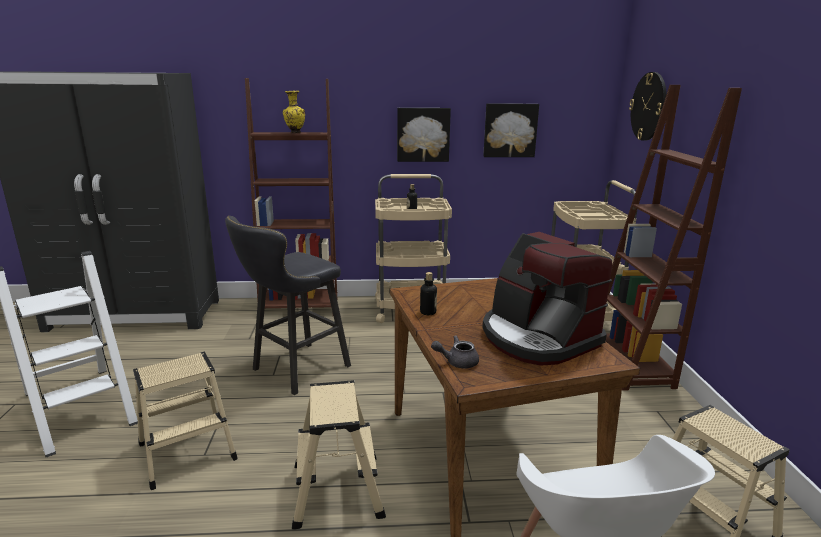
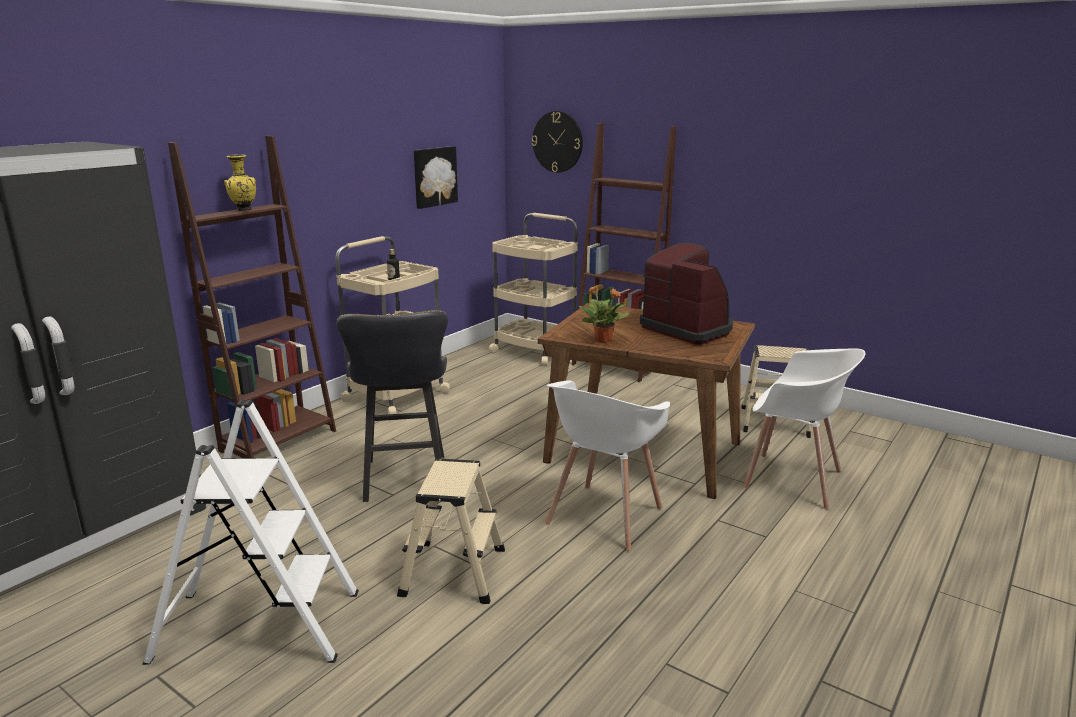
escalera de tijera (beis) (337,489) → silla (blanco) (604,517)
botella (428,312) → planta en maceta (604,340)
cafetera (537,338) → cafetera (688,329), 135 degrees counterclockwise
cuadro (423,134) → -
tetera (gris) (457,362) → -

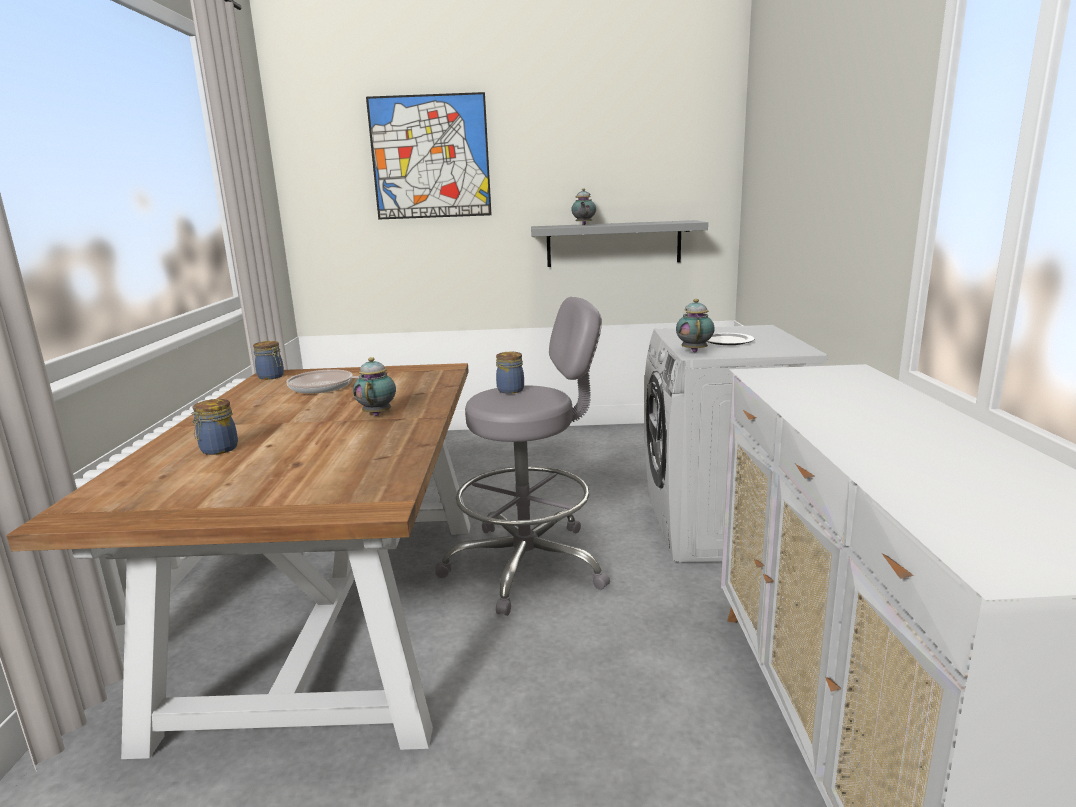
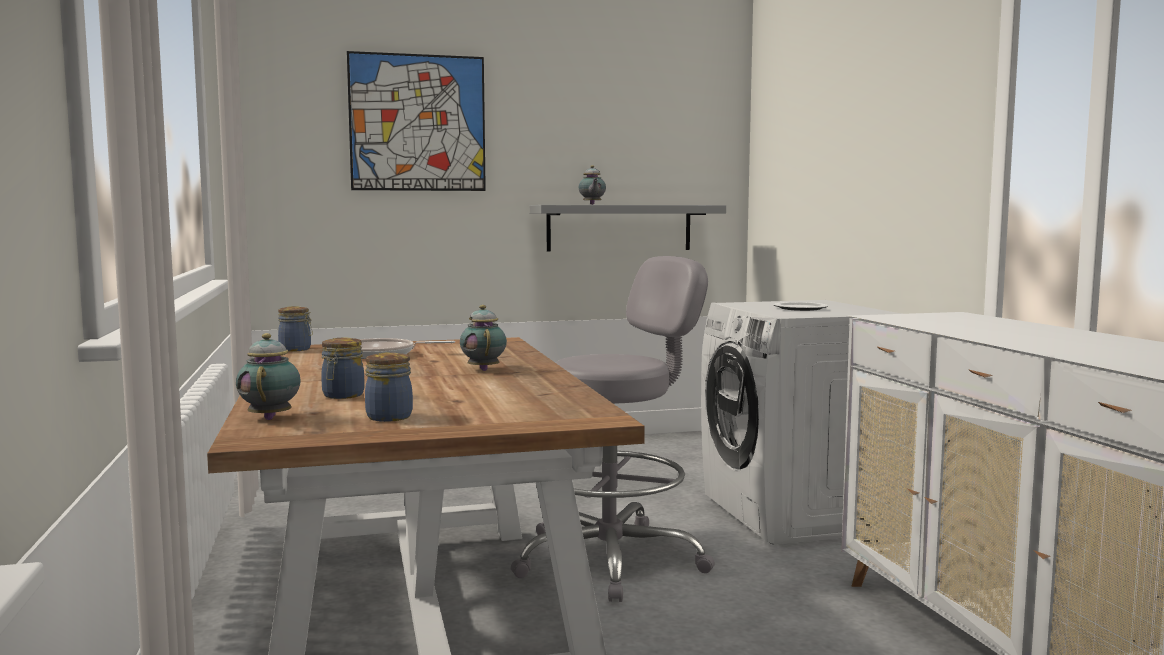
tetera (694,350) → tetera (271,417), move
tarro (511,390) → tarro (391,416), move

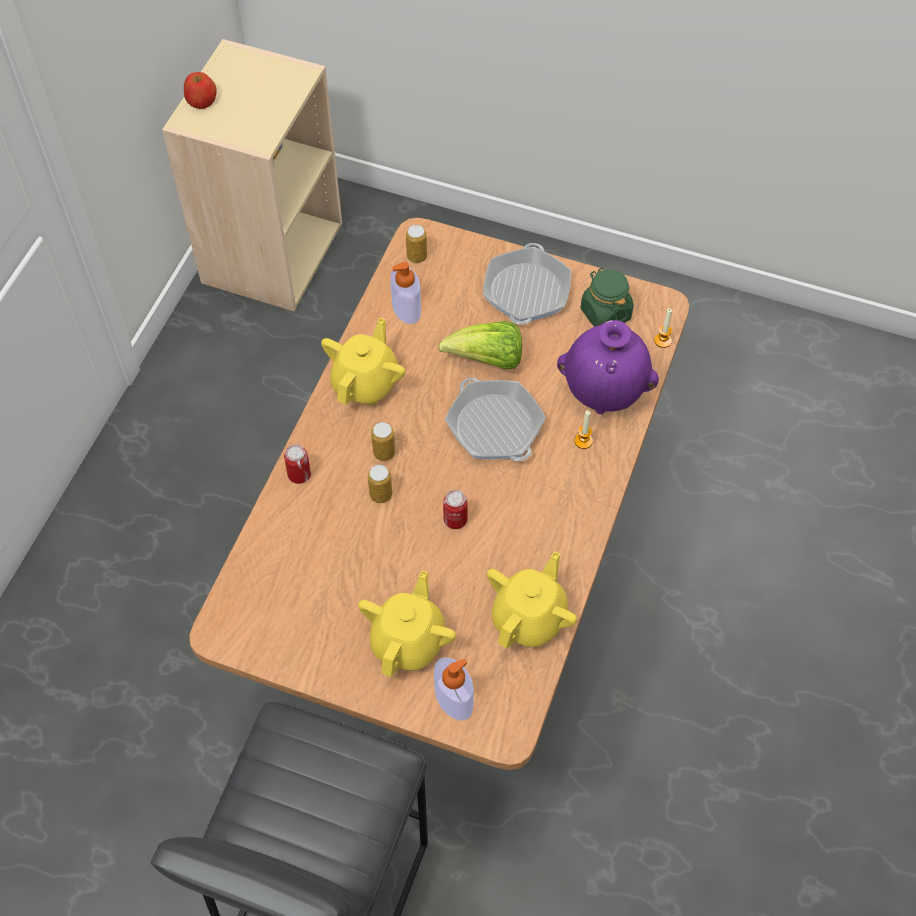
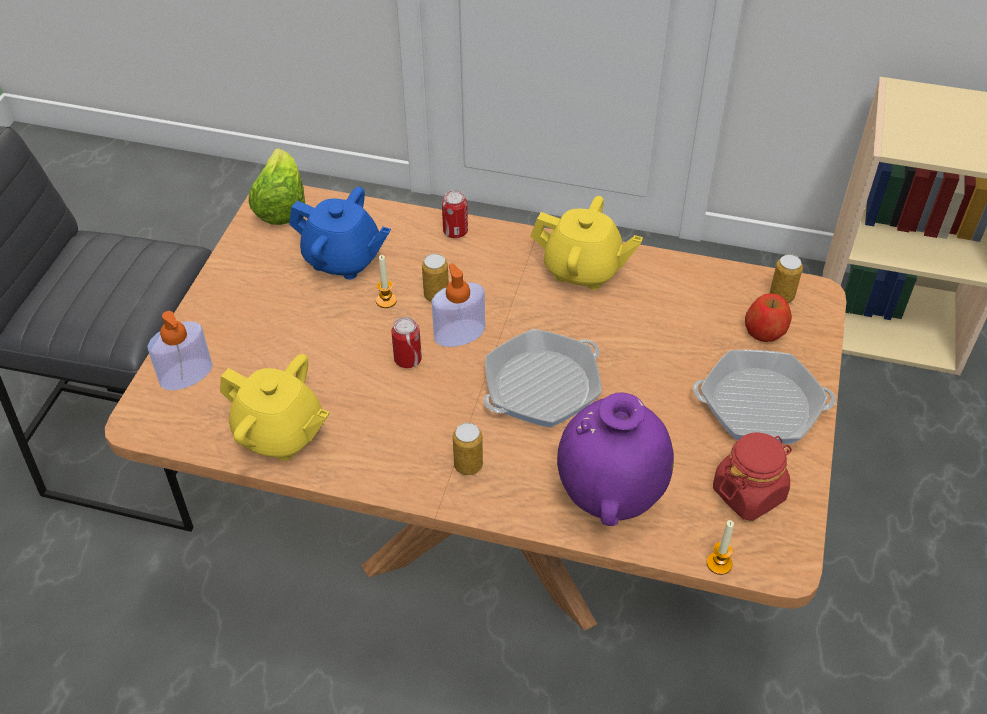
lechuga (487,360) → lechuga (281,206), move
- → tetera (azul) (343,259)
vela (583,441) → vela (386,300), move
dispensador de jabón (406,308) → dispensador de jabón (459,333), move
lata (384,452) → lata (468,465), move
tarro (verde) (605,313) → tarro (rojo) (748,493)
manzana (201,100) → manzana (765,331), move
tetera (amarillo) (408,641) → -

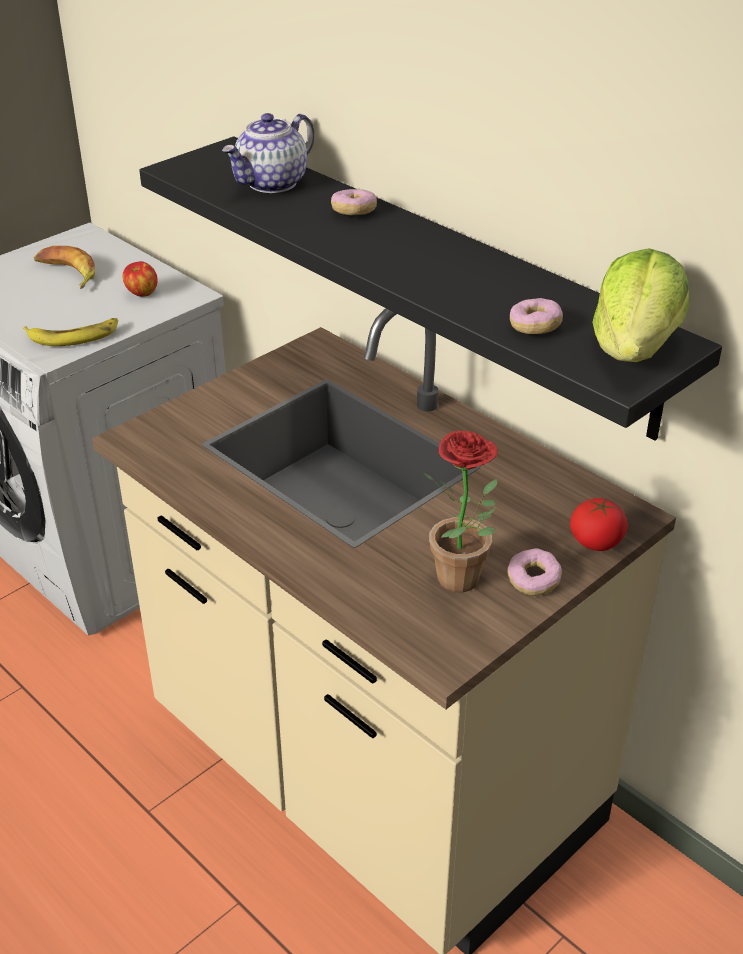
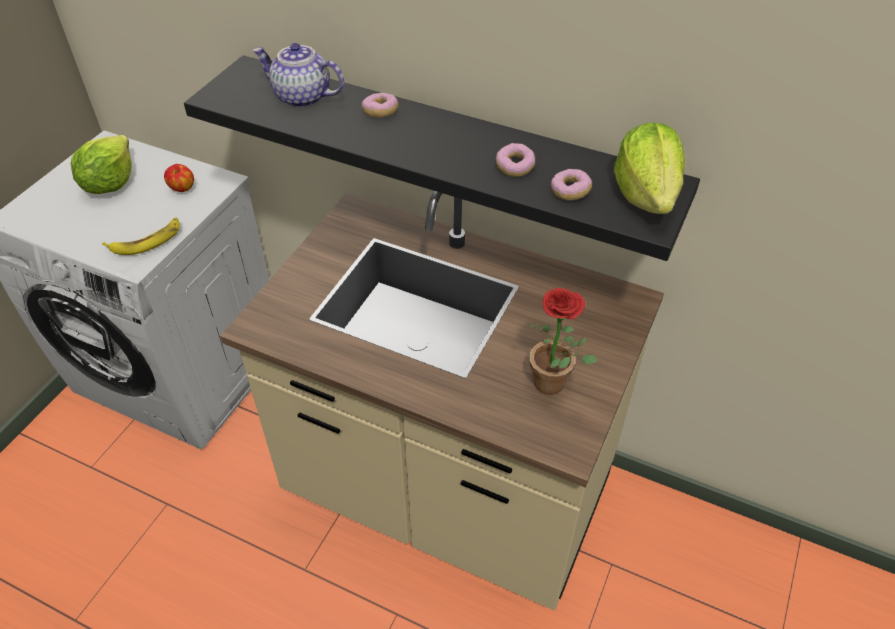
plátano (66,273) → lechuga (110,183)
tetera (272,183) → tetera (301,97), 90 degrees clockwise
rosquilla (533,581) → rosquilla (514,167), move
tomate (595,542) → -

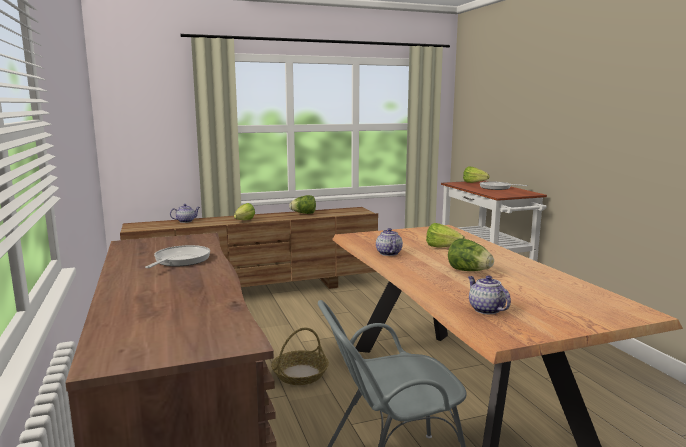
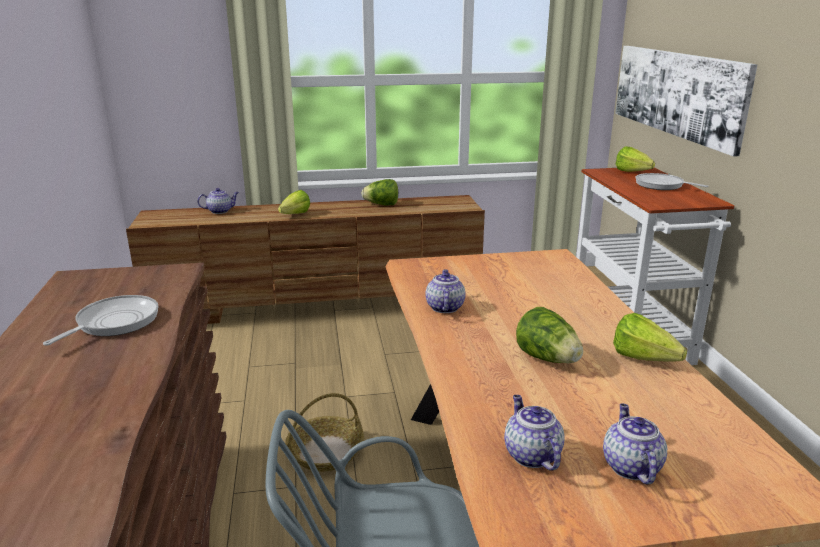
- → tetera (630,466)
lechuga (445,248) → lechuga (647,361), move
- → cuadro (676,93)

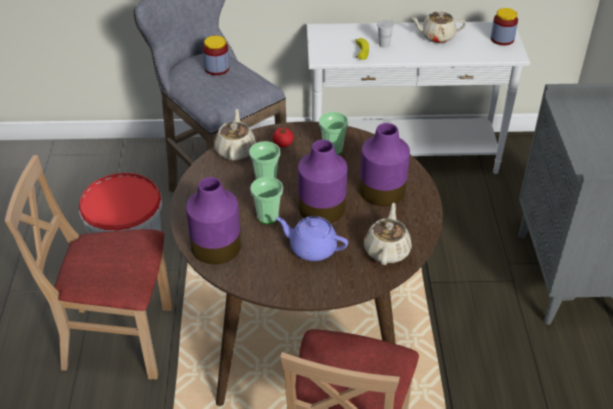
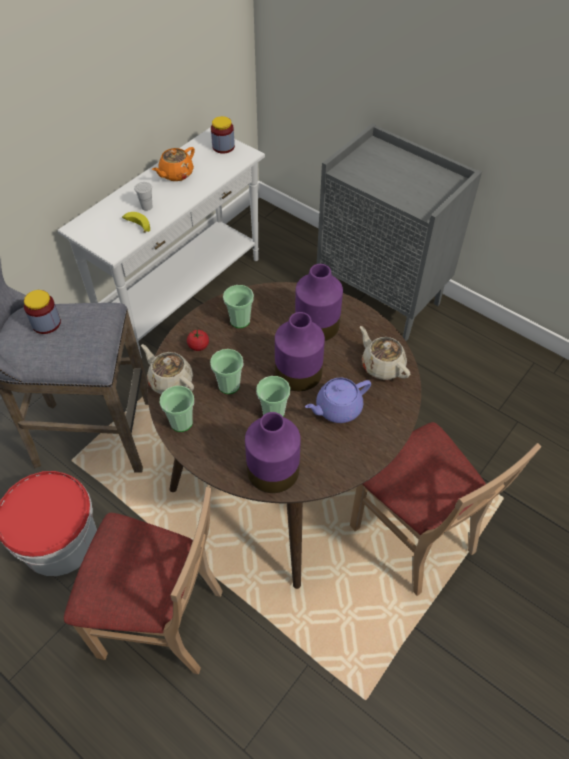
silla (beis) (118,339) → silla (beis) (161,620), 120 degrees counterclockwise
tetera (beis) (436,36) → tetera (naranja) (176,174)
- → taza (181,422)

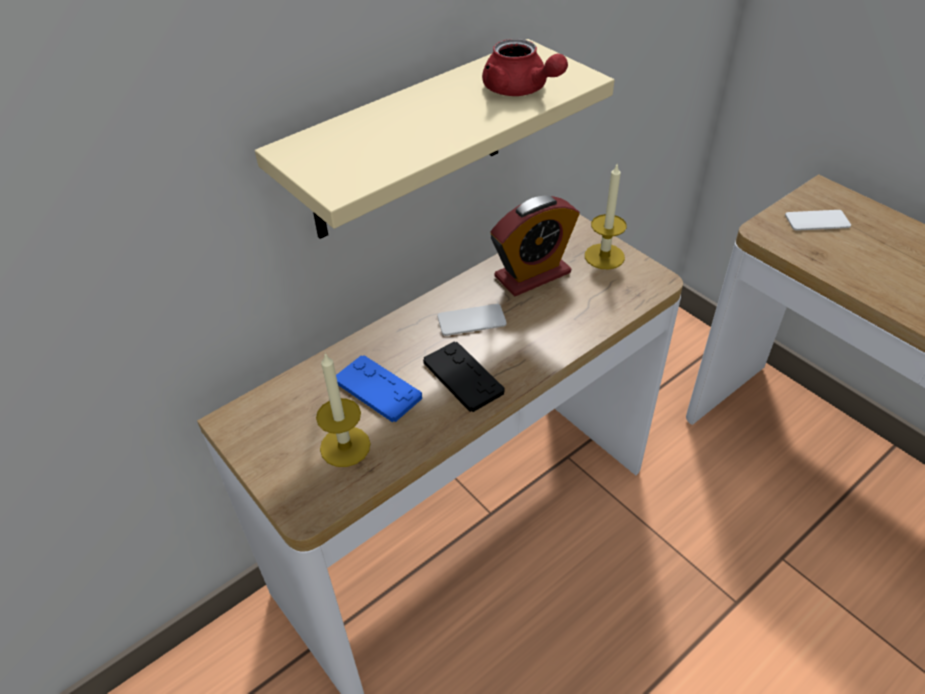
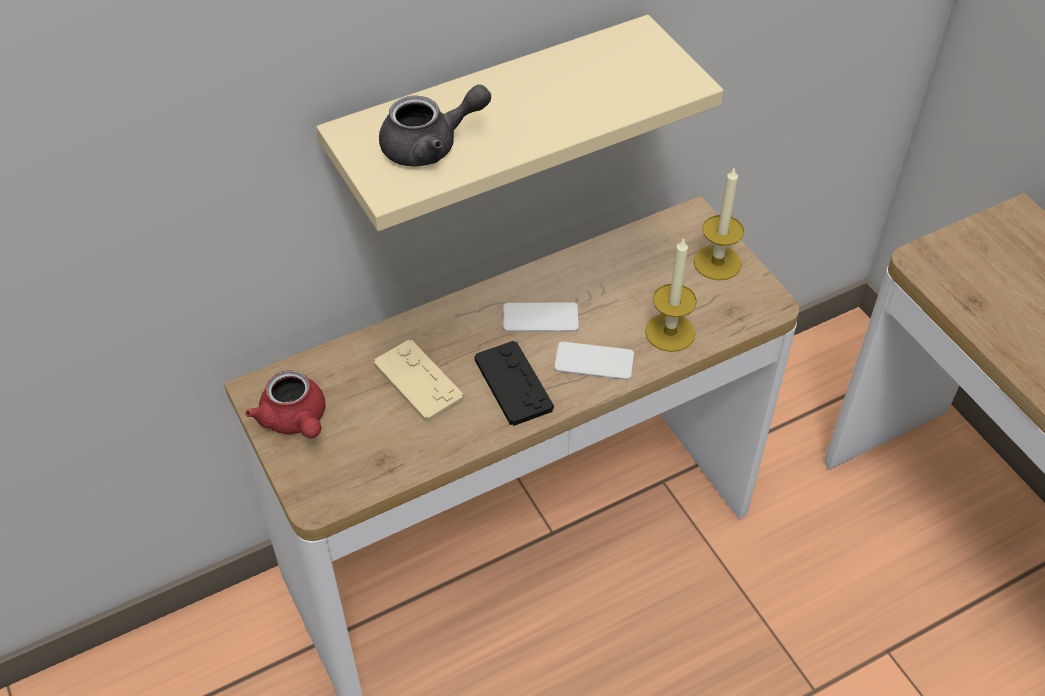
tetera (rojo) (520,90) → tetera (rojo) (295,420), move
mando de consola (azul) (378,389) → mando de consola (beis) (418,382)
- → tetera (gris) (430,146)
móvil (817,221) → móvil (594,362), move
vela (345,446) → vela (670,332), move
despertador (532,275) → -

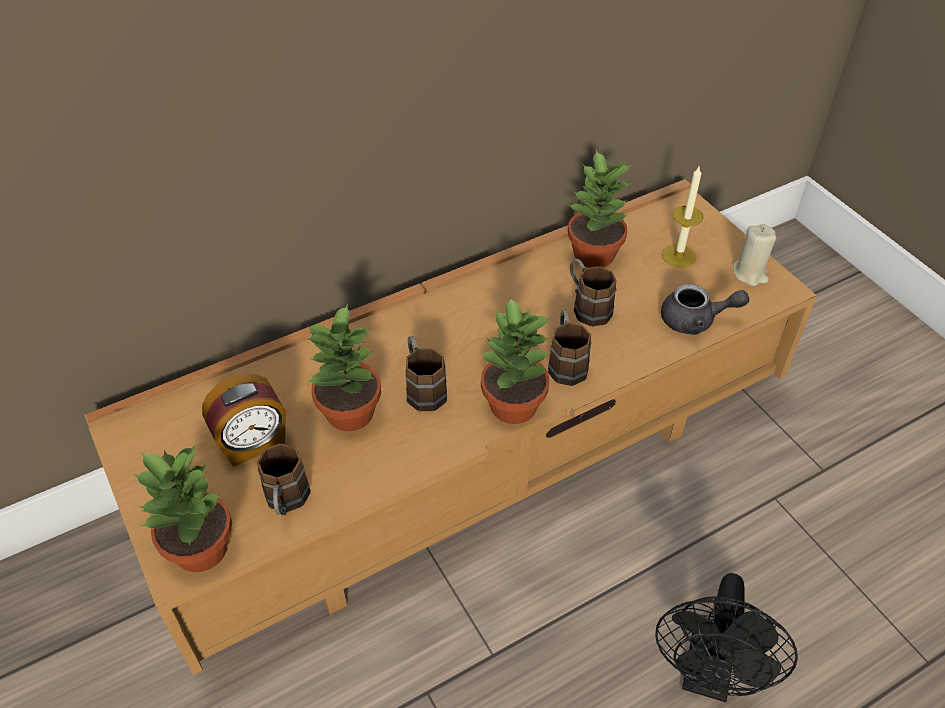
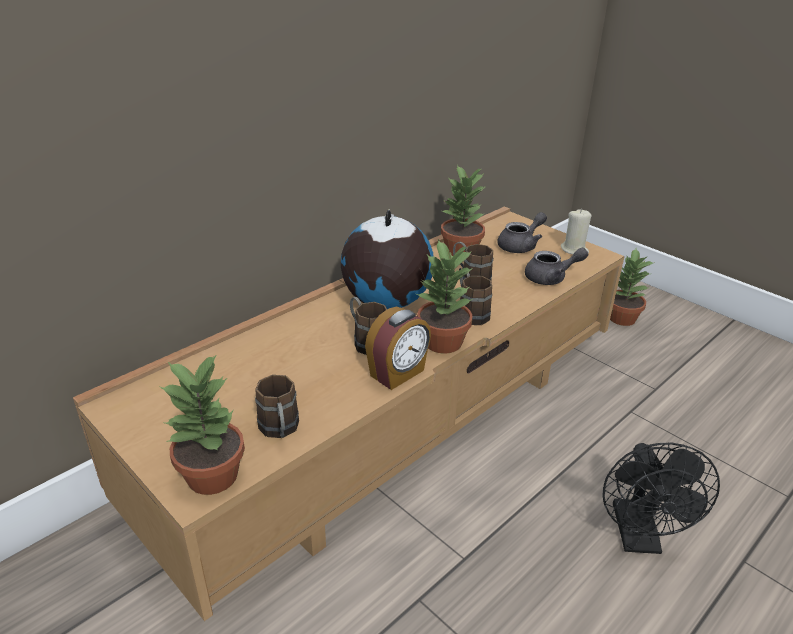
- → globo terráqueo (386,303)
despertador (253,444) → despertador (398,374), move
vela (678,256) → tetera (gris) (521,246)
planta en maceta (348,413) → planta en maceta (621,319), move

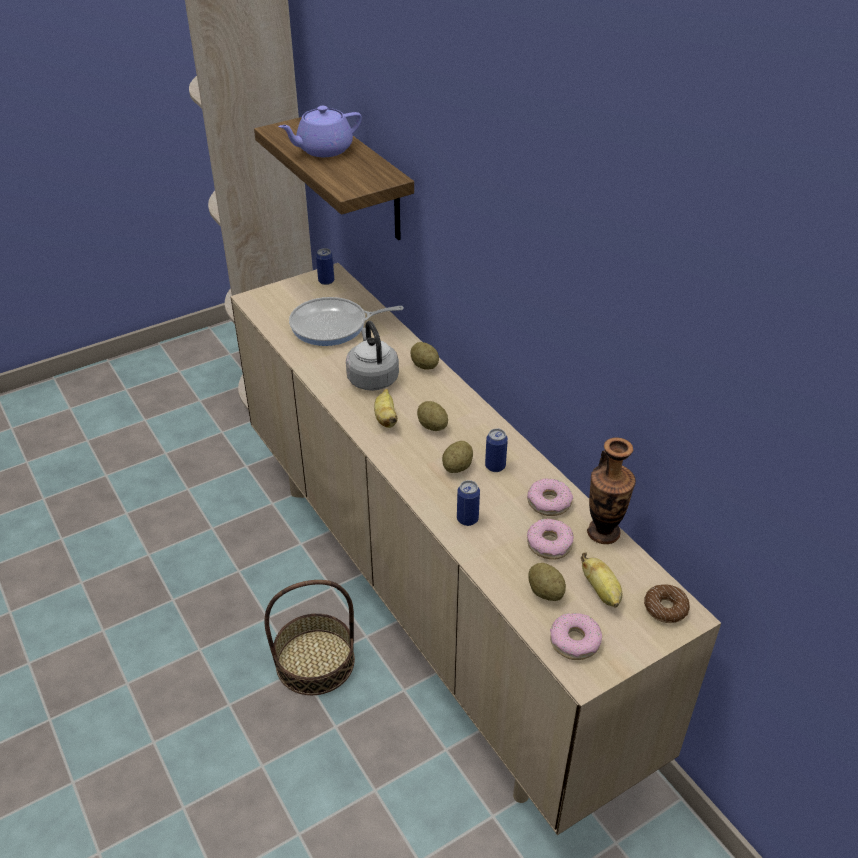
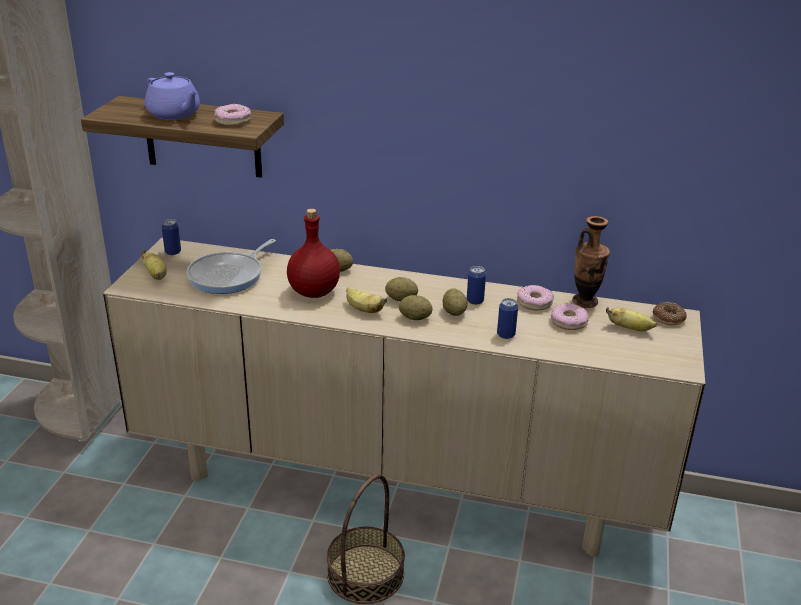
- → plátano (156,275)
tetera (morado) (323,150) → tetera (morado) (174,115), 60 degrees counterclockwise
rosquilla (574,641) → rosquilla (232,121), move
hervidor (gris) (372,378) → botella (rojo) (313,292)
patata (545,592) → patata (415,318), move

